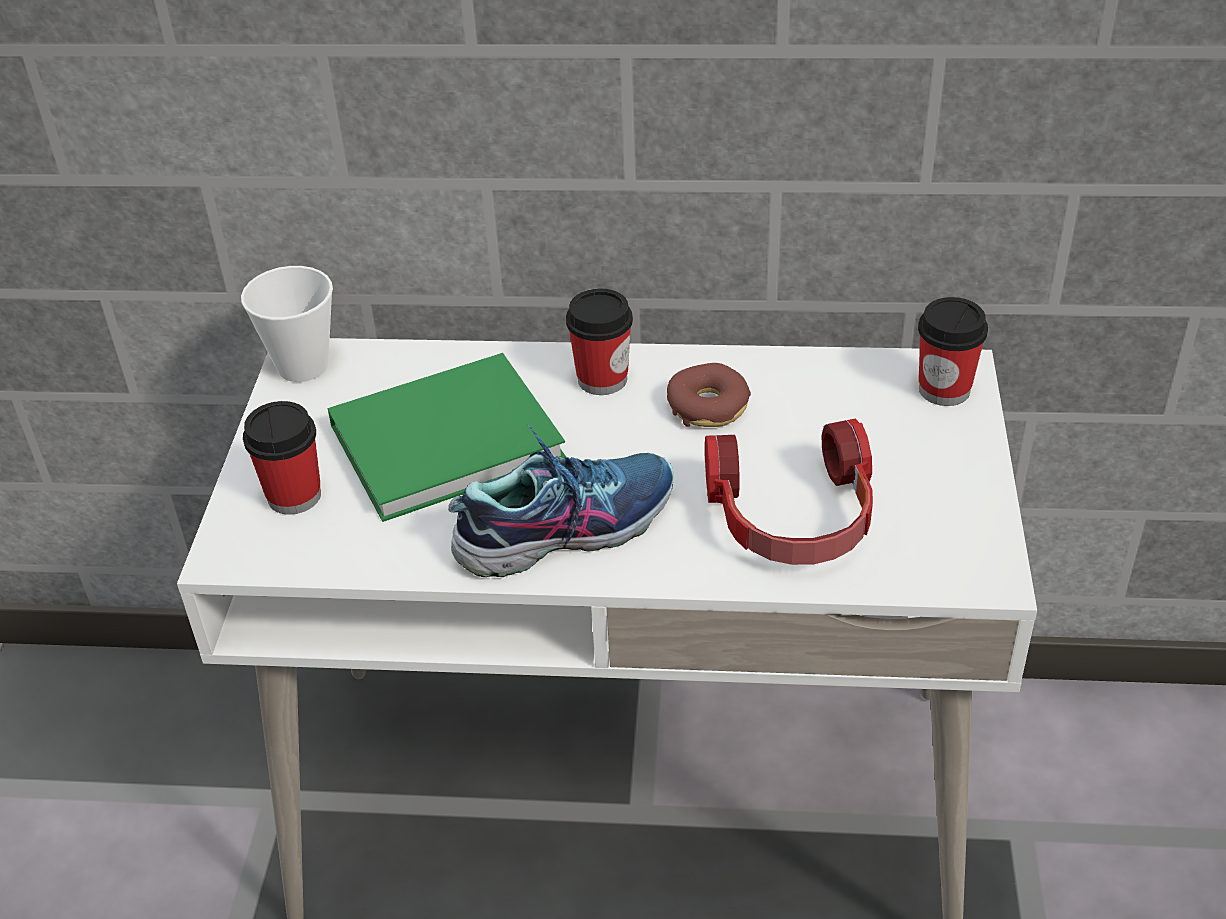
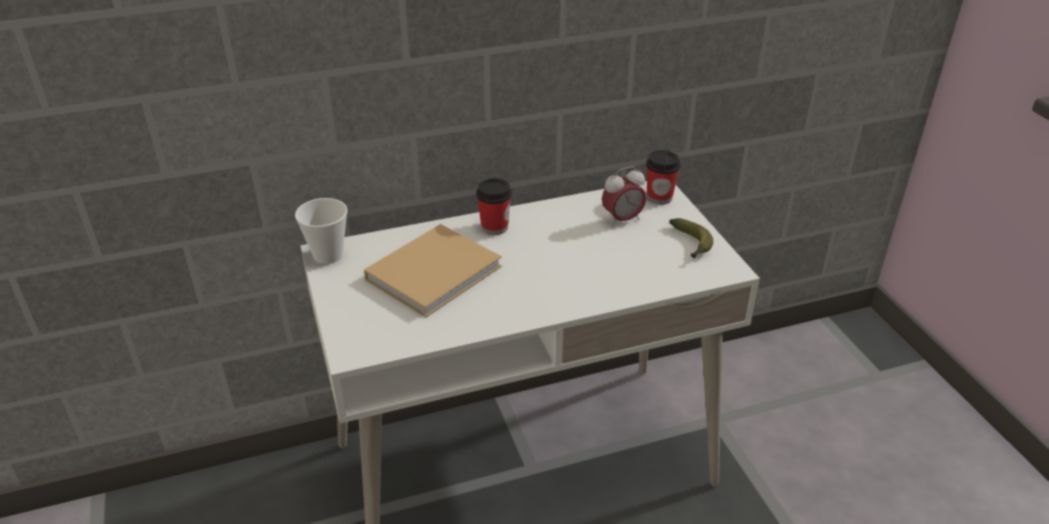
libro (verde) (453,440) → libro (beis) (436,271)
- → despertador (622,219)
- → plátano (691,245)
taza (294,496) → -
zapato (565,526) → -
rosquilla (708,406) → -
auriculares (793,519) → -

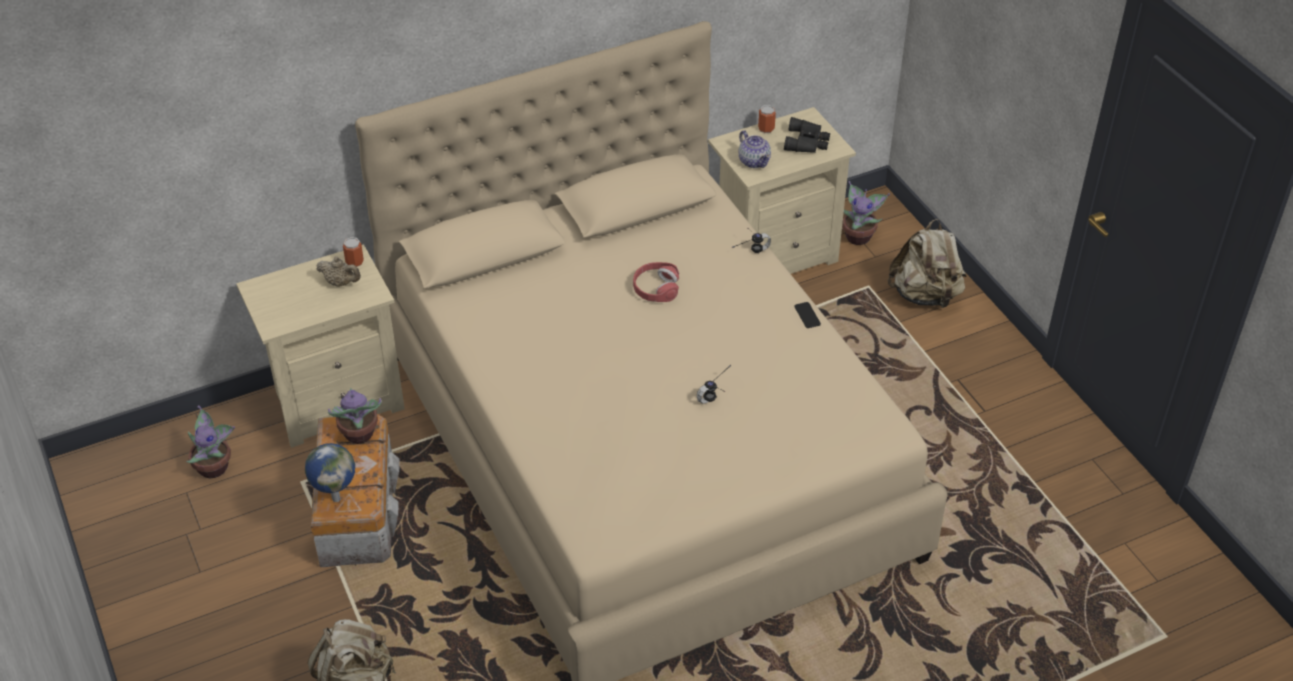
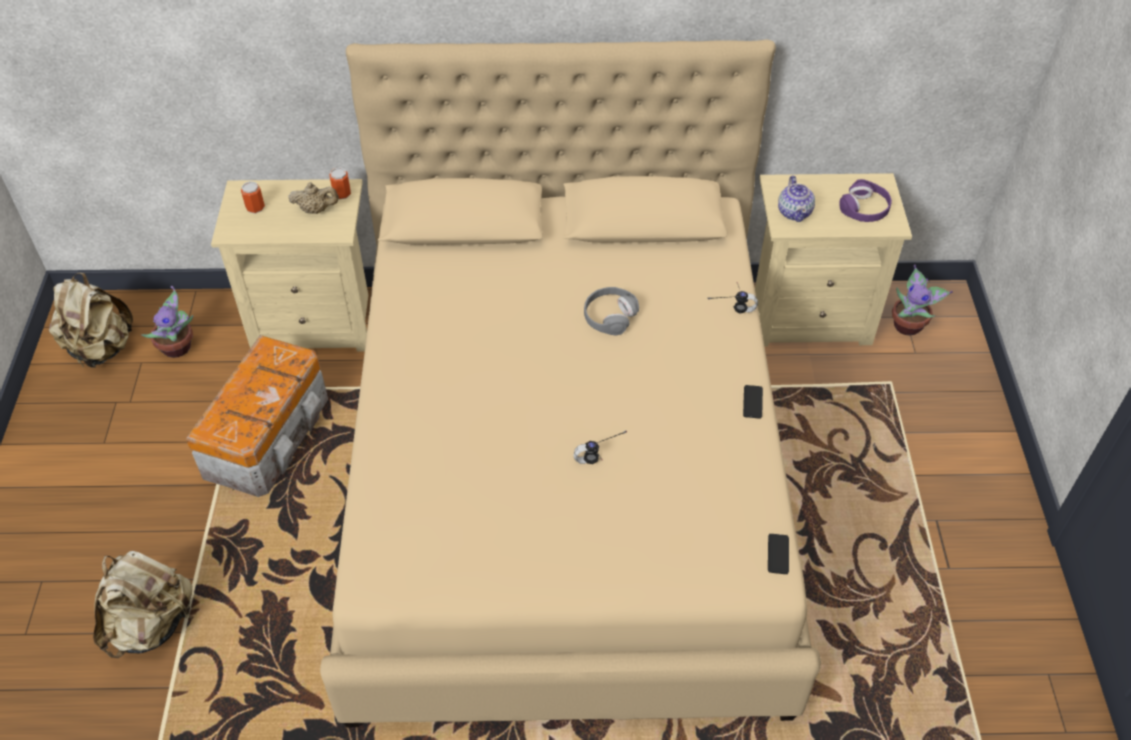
mochila (beis) (925,295) → mochila (beis) (101,349), move
lata (766,129) → lata (255,208), move
tetera (beis) (341,283) → tetera (beis) (316,210), 45 degrees counterclockwise
auriculares (rojo) (656,288) → auriculares (gris) (609,316)
- → móvil (778,554)
prismáticos (negro) (807,142) → auriculares (morado) (864,208)
globo terráqueo (336,498) → -
planta en maceta (359,435) → -

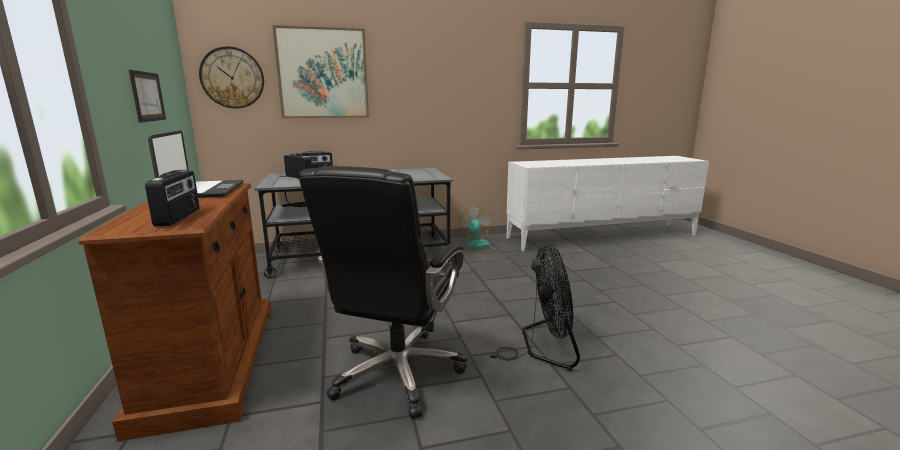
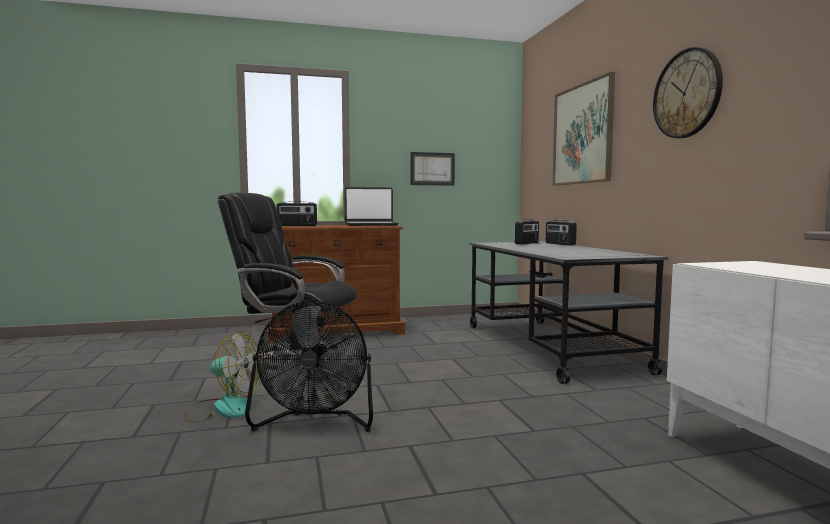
ventilador (477,247) → ventilador (223,408), move
reloj de pared (232,78) → reloj de pared (687,94), move

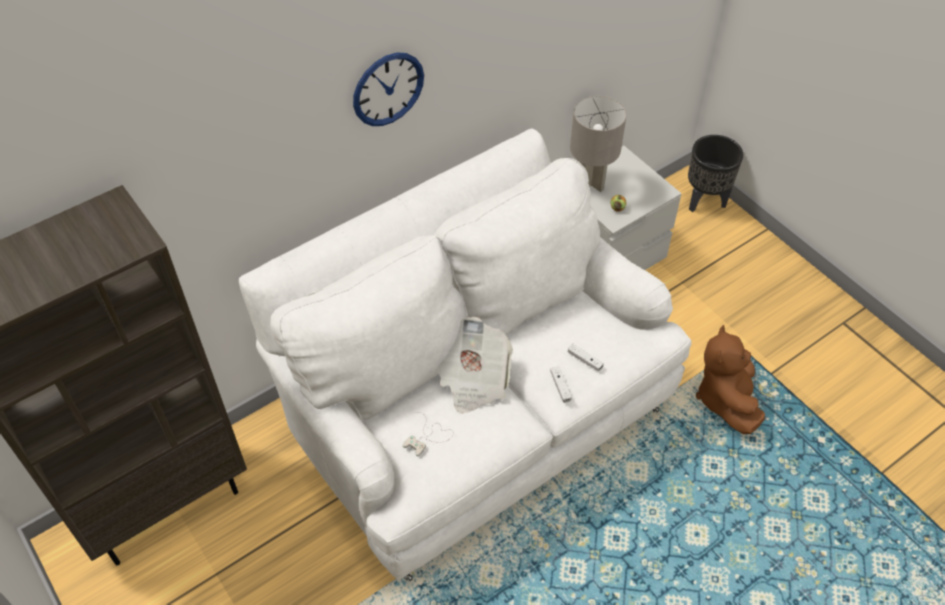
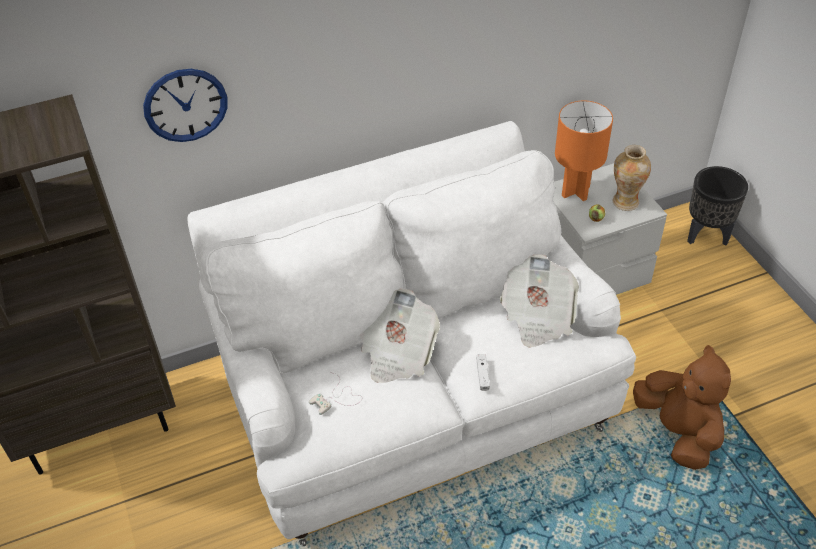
reloj de pared (388,89) → reloj de pared (185,105), move
- → periódico (537,316)
lámpara de mesa (gris) (590,182) → lámpara de mesa (naranja) (575,191)
- → florero (625,202)
peluche (marrón) (726,398) → peluche (marrón) (678,431), 135 degrees clockwise
mando de consola (blanco) (585,360) → -

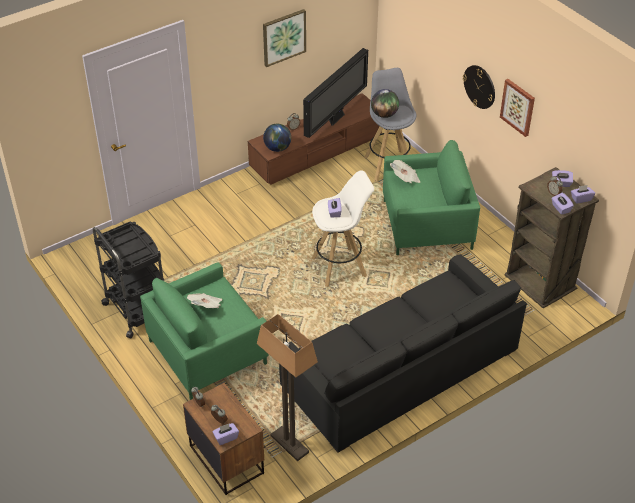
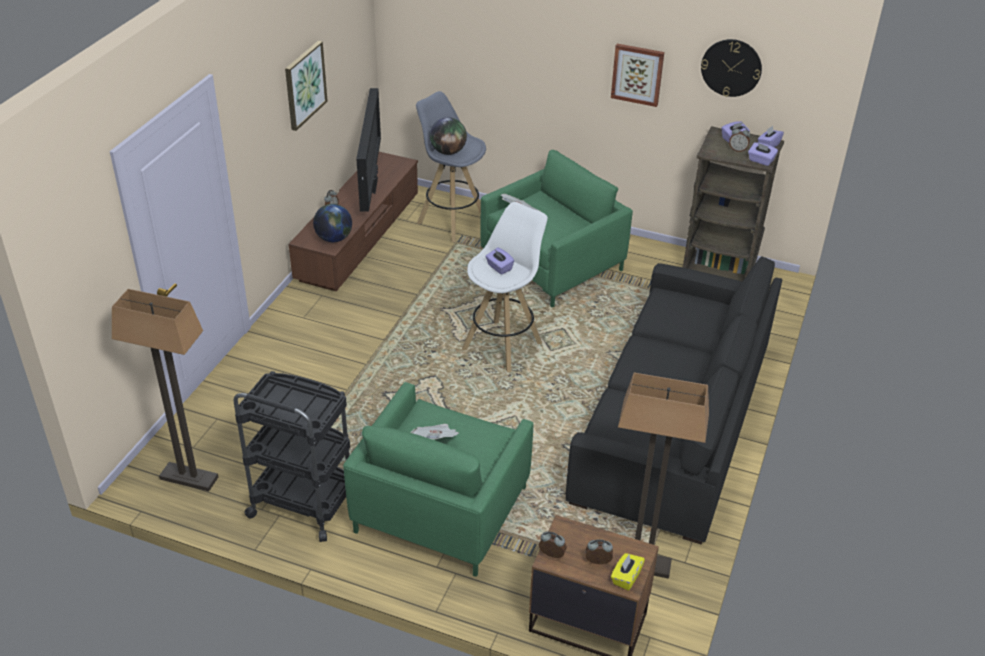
- → lámpara de pie (188,478)
caja de pañuelos (morado) (226,437) → caja de pañuelos (amarillo) (626,577)
reloj de pared (479,86) → reloj de pared (731,67), move

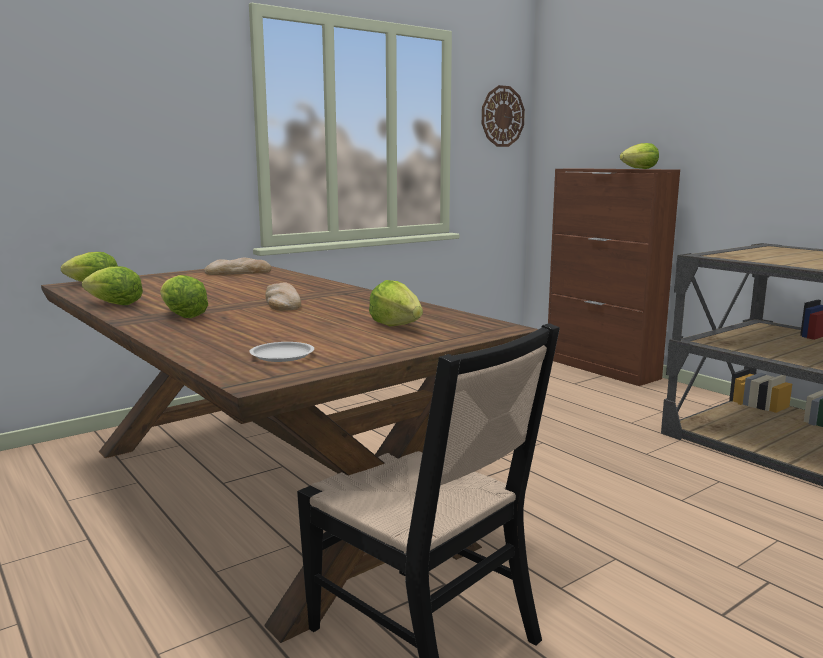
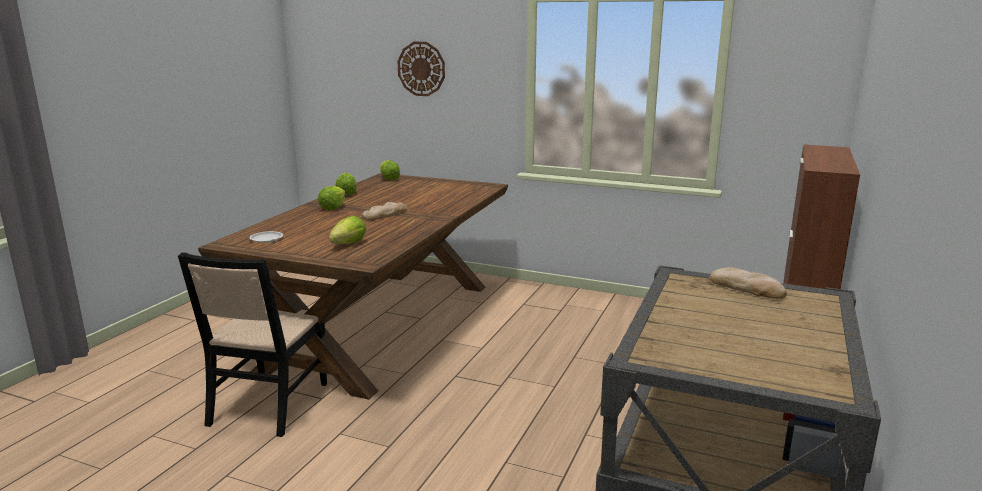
reloj de pared (502,116) → reloj de pared (421,69), move
pan (238,272) → pan (747,287), move
lechuga (640,169) → -

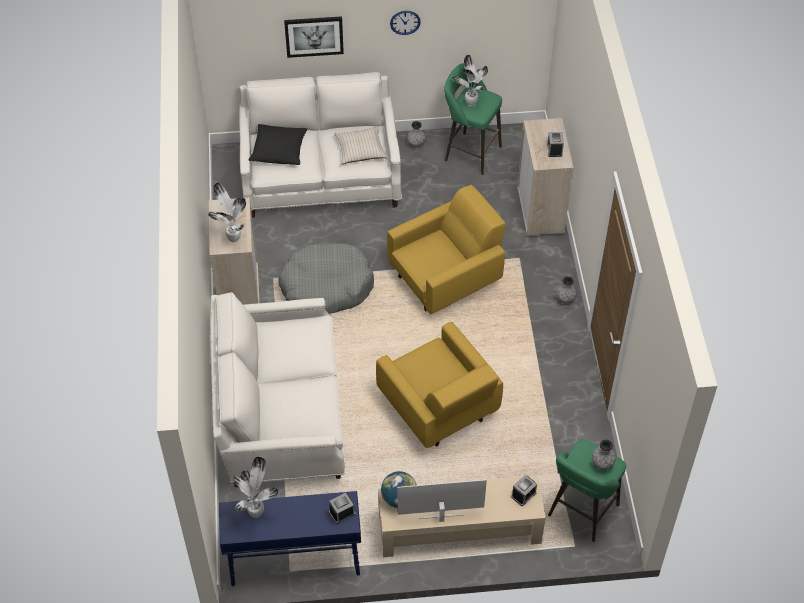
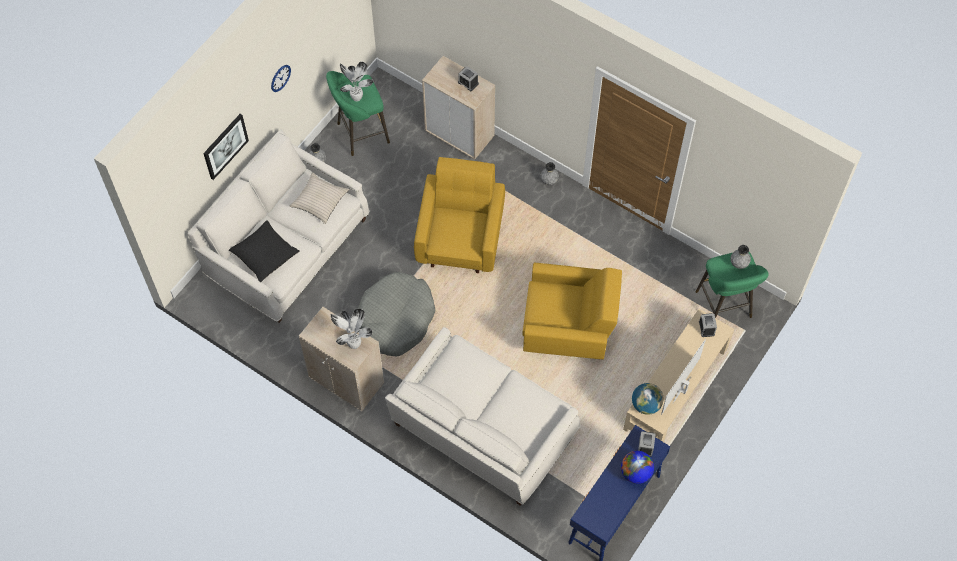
- → globo terráqueo (635,473)
planta en maceta (257,511) → -

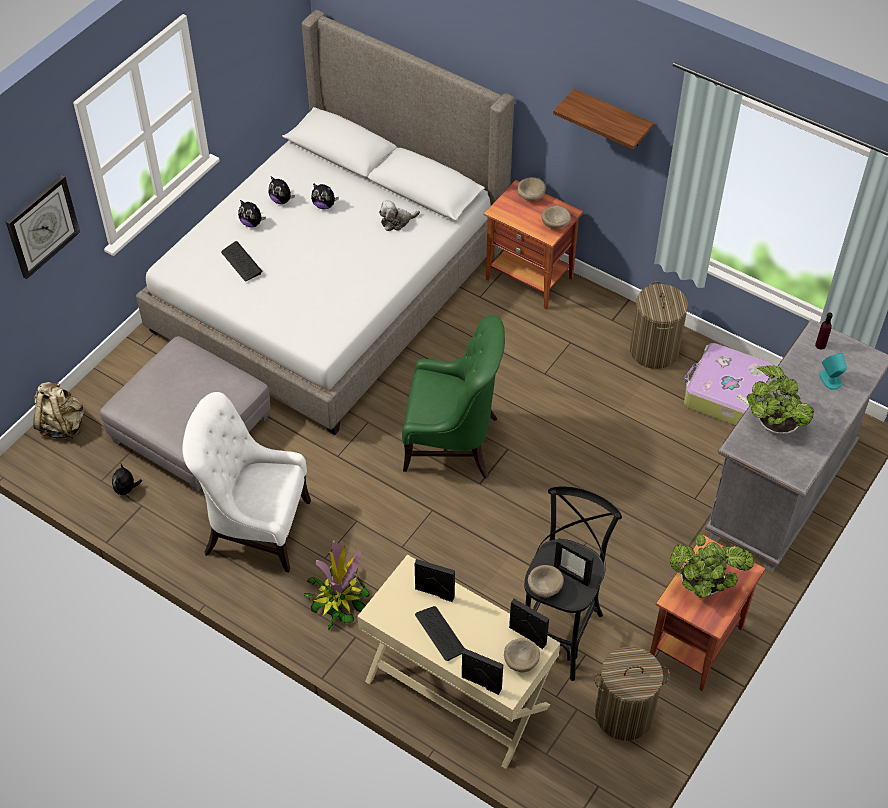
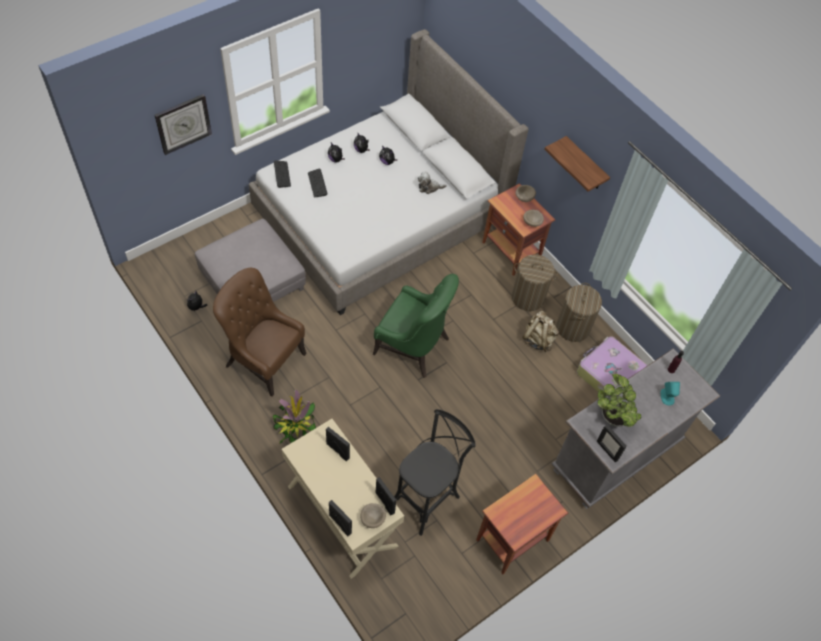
silla (blanco) (255,528) → silla (marrón) (264,360)
teclado (440,633) → teclado (282,174), move
cesto de la ropa (623,714) → cesto de la ropa (527,297), move
mochila (beis) (62,425) → mochila (beis) (538,339), move
portarretratos (572,574) → portarretratos (607,450), move
cuenco (beis) (544,587) → -
planta en maceta (704,585) → -

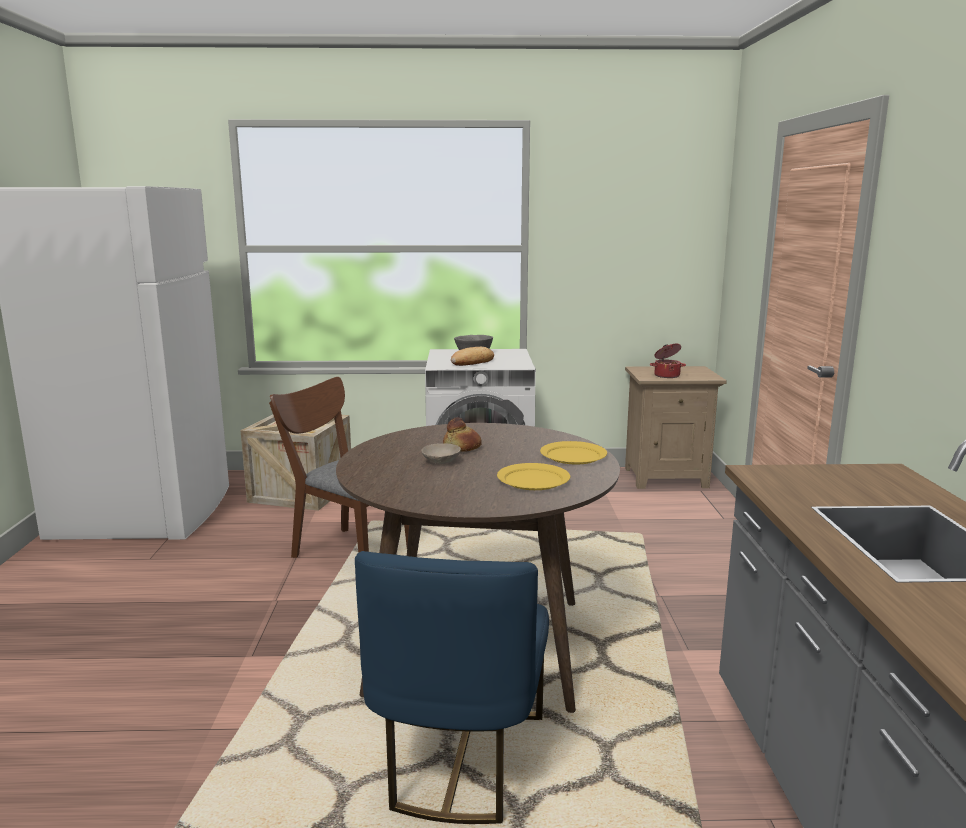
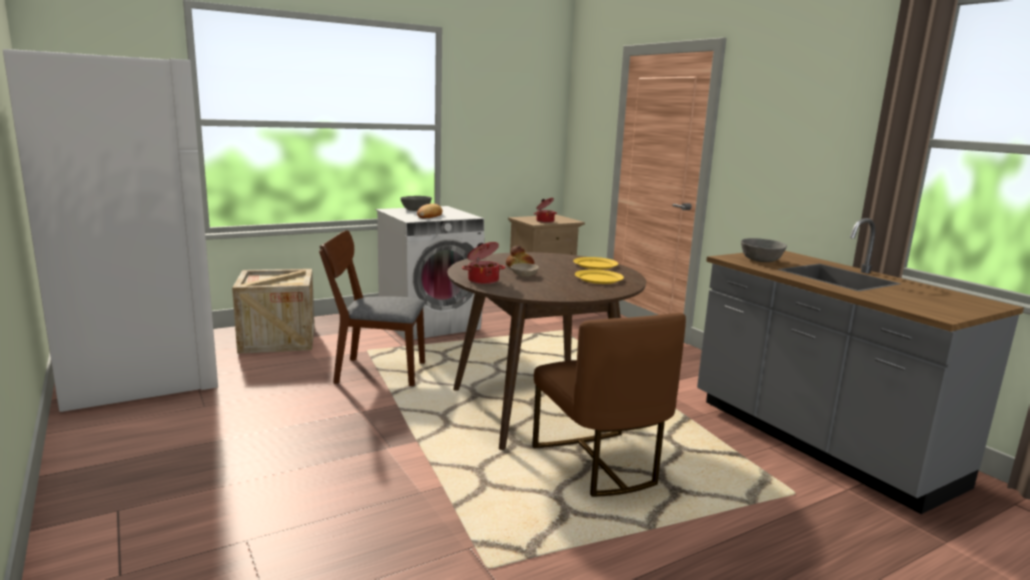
- → olla (483,280)
silla (azul) (458,760) → silla (marrón) (599,465)
- → cuenco (gris) (761,260)

